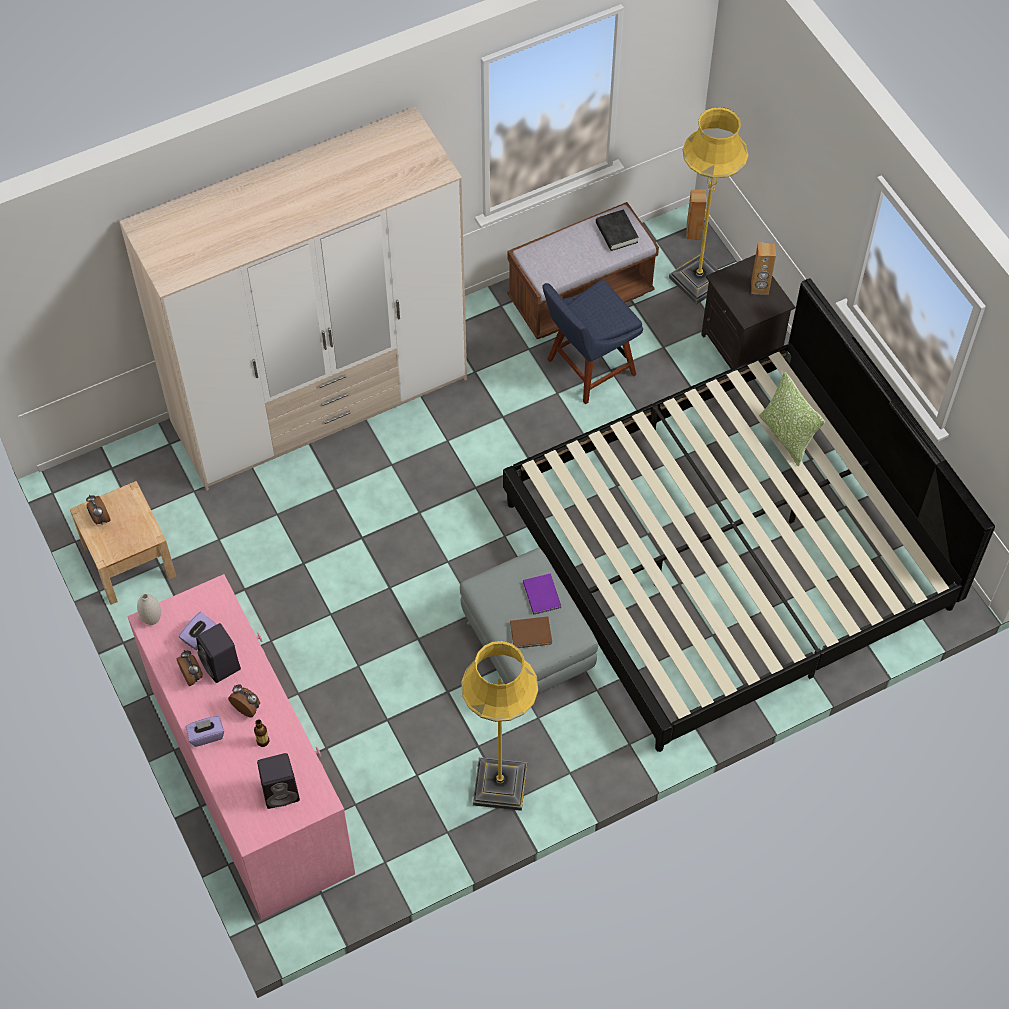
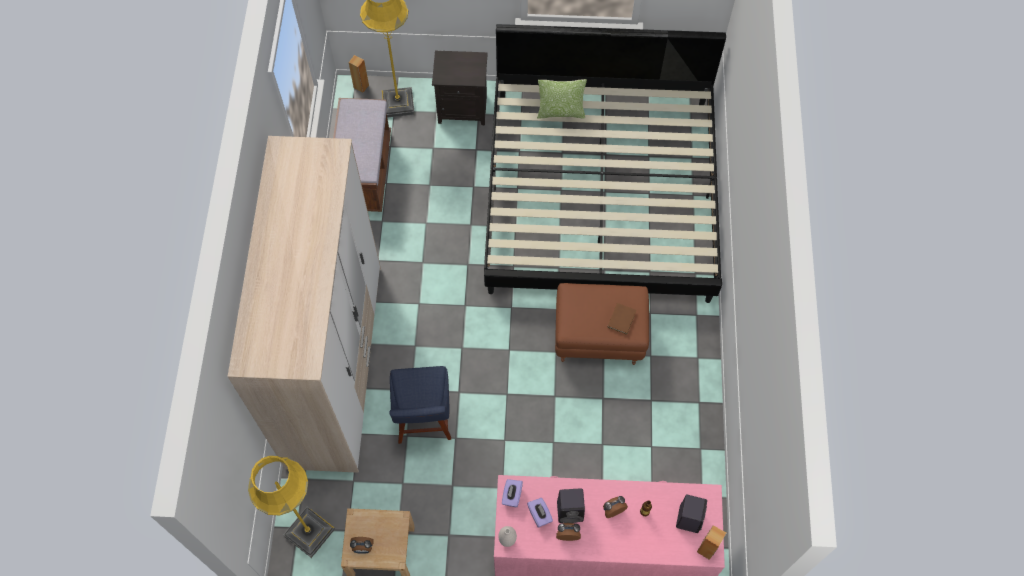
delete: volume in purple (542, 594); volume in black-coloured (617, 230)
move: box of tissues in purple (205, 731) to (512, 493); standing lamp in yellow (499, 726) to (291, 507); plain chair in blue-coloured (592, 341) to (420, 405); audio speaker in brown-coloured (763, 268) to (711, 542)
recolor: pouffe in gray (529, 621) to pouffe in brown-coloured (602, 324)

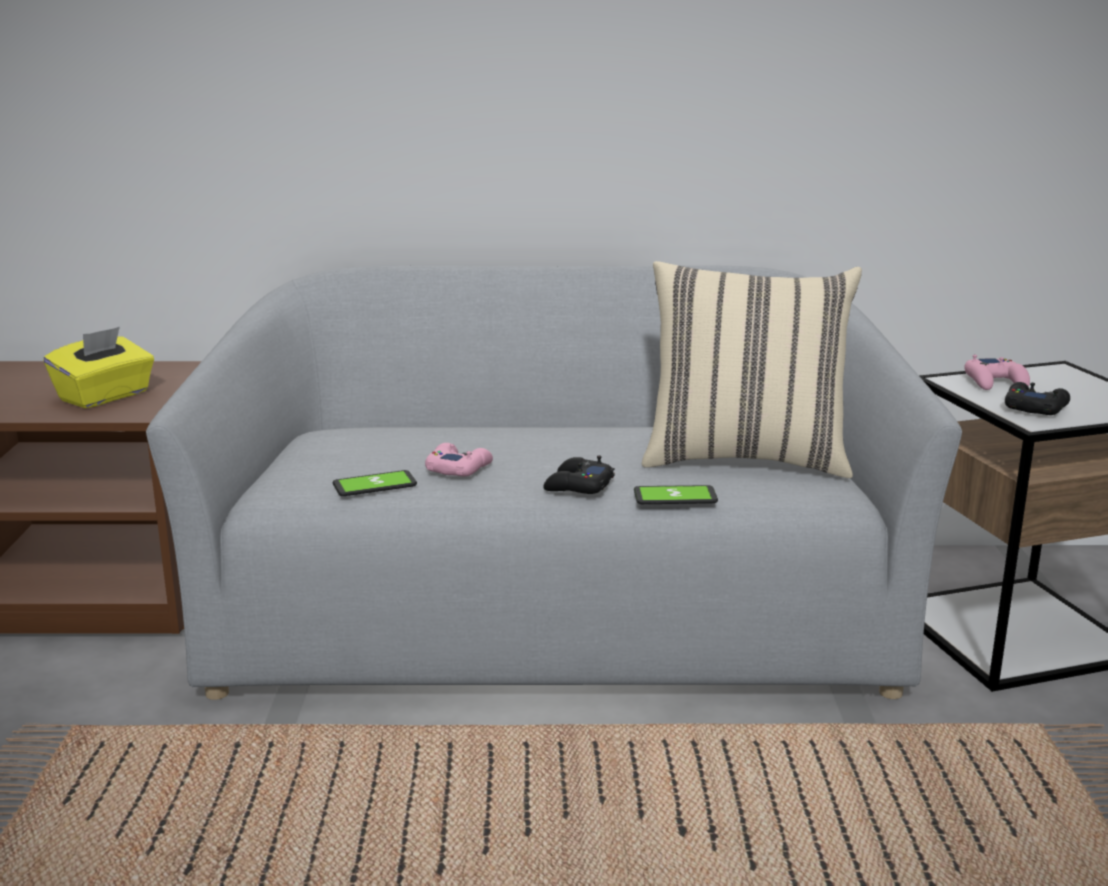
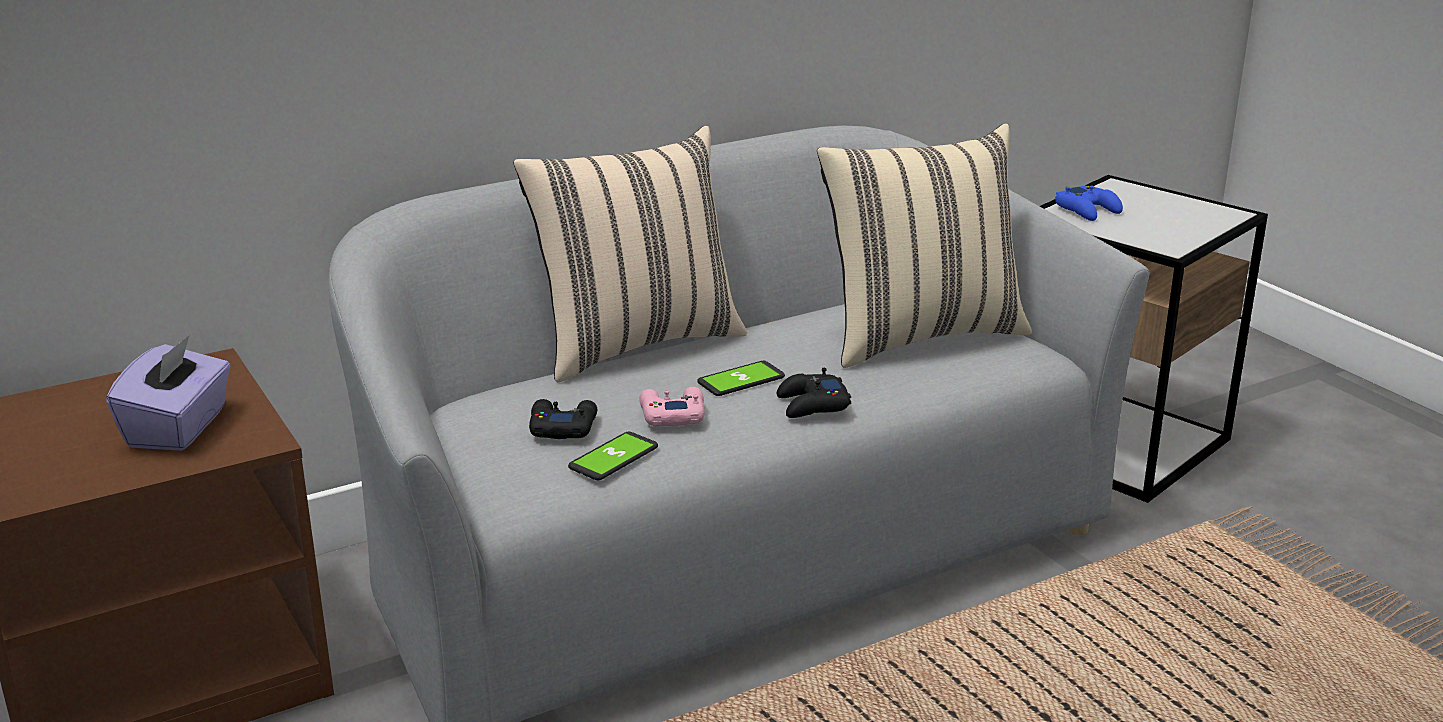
insert: throw pillow in beige (630, 254)
move: handset (676, 494) to (741, 378); joypad in black-coloured (1037, 398) to (563, 419)
recolor: box of tissues in yellow (99, 367) to box of tissues in purple (168, 392); joypad in pinkish (997, 372) to joypad in blue-coloured (1089, 203)

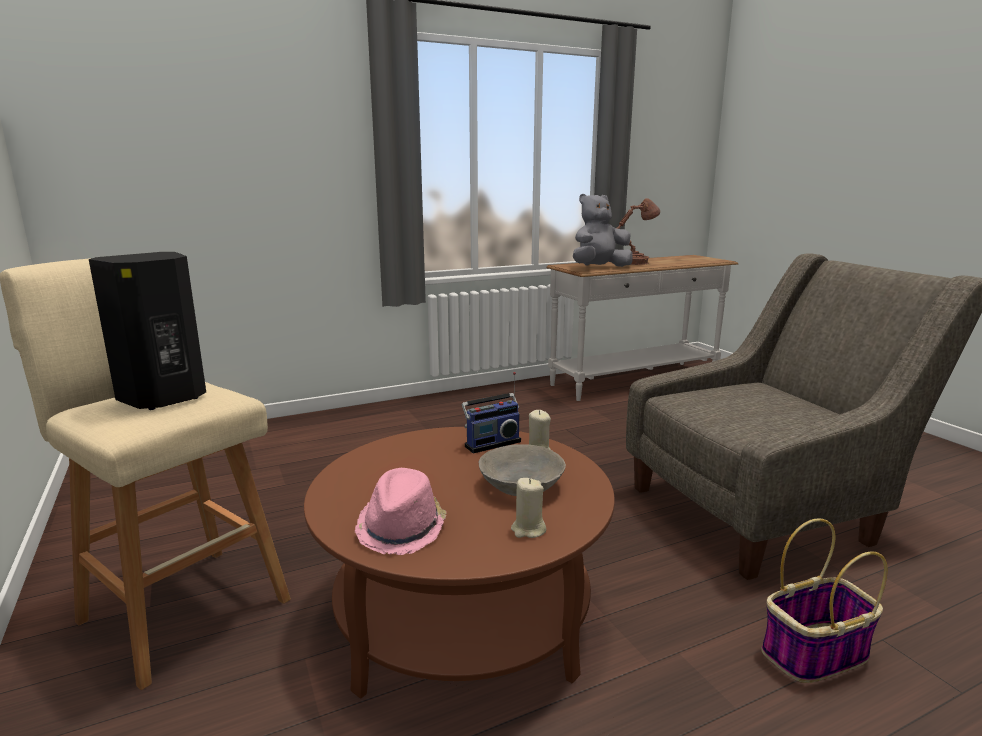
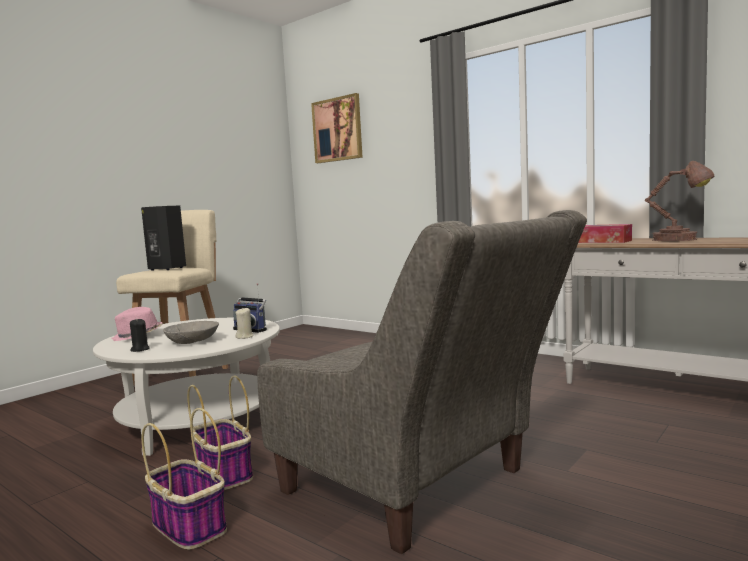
insert: basket (220, 432); picture (337, 128)
replace: plush toy in gray (603, 230) to box of tissues (605, 233)
recolor: lounge table in brown-coloured (459, 563) to lounge table in white-coloured (186, 387); wax candle in beige (528, 508) to wax candle in black-coloured (140, 335)

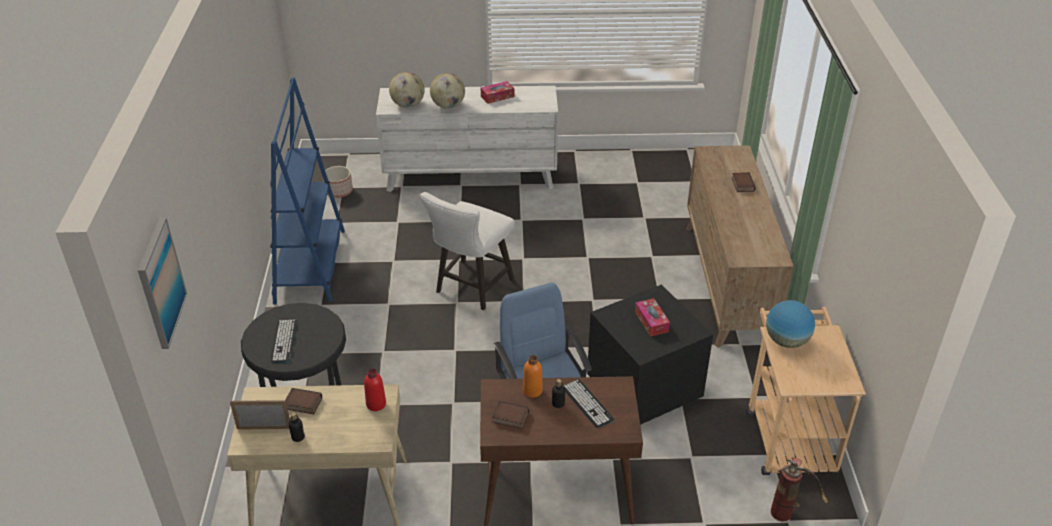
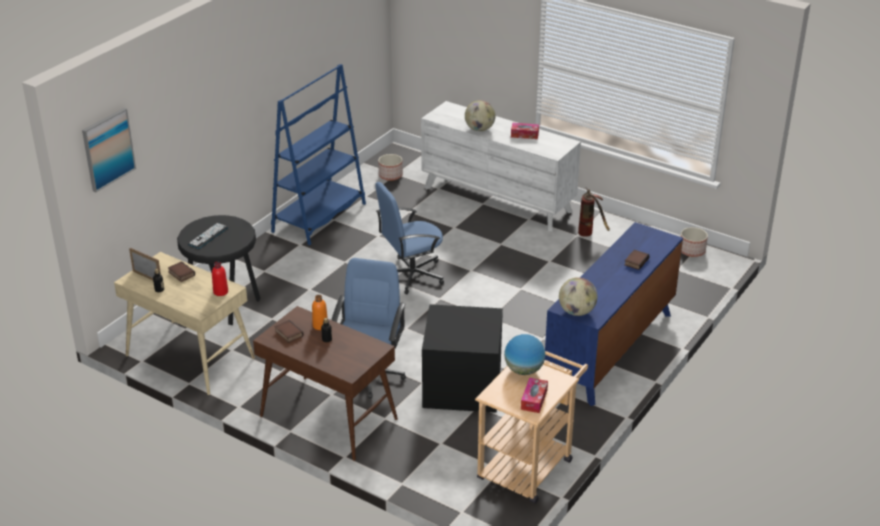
delete: PC keyboard (589, 403)
insert: flower pot (694, 242)
move: desk globe (407, 90) to (578, 296); box of tissues (652, 317) to (534, 395); fire extinguisher (799, 489) to (594, 212)
replace: stool seat in white-coloured (467, 251) to office chair in blue-coloured (409, 238)
recolor: dresser in brown-coloured (740, 246) to dresser in blue-coloured (614, 314)

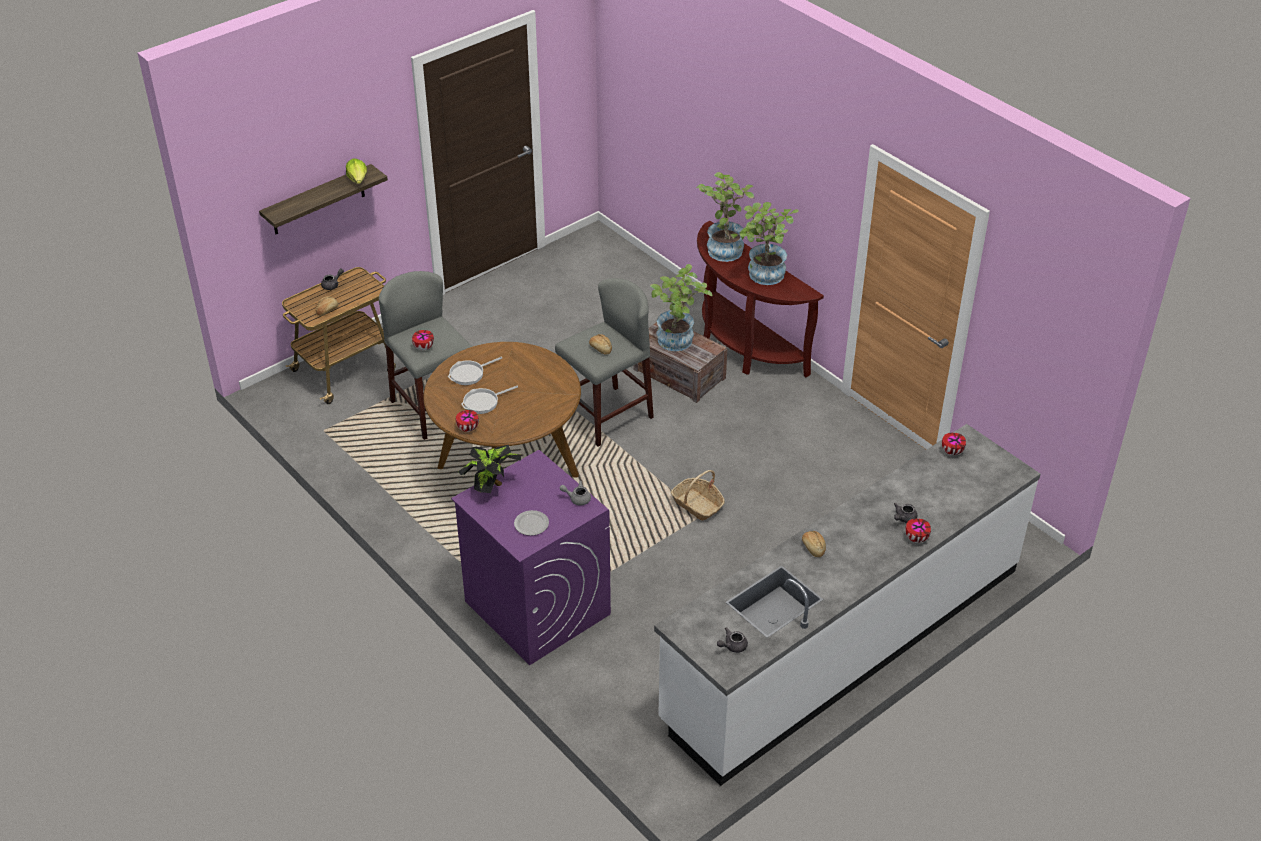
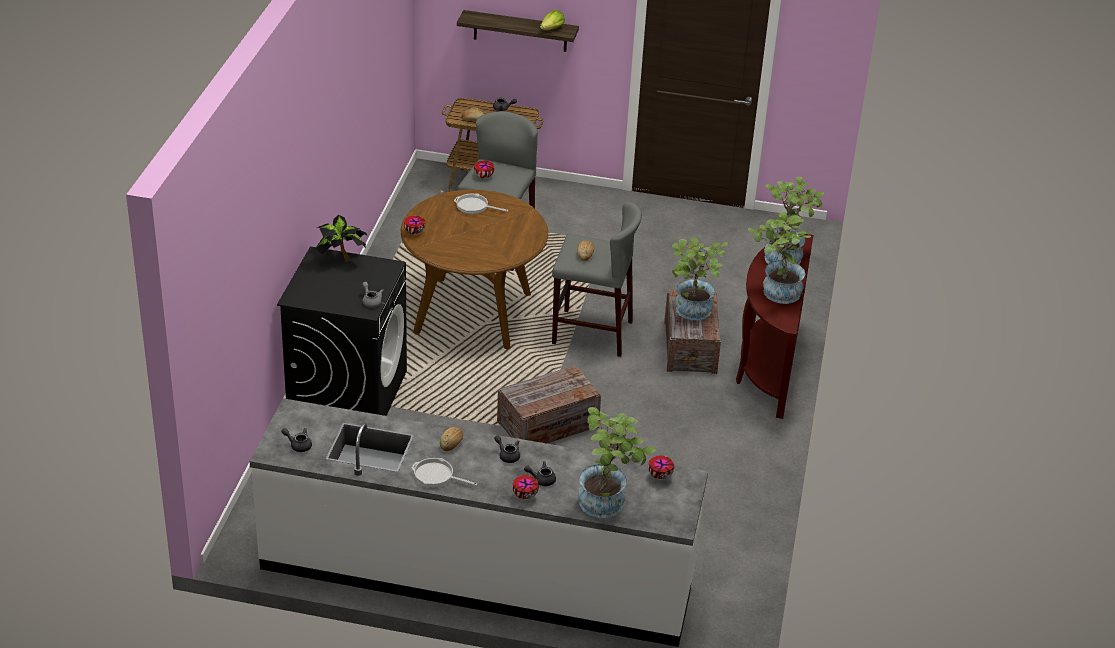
delete: plate (531, 523)
insert: pot for tea in gray (507, 449); plant in a pot (617, 462)
move: frying pan (489, 400) to (445, 472)
replace: basket (698, 495) to packing crate (549, 404)
recolor: washing machine in purple (531, 557) to washing machine in black-coloured (342, 331)

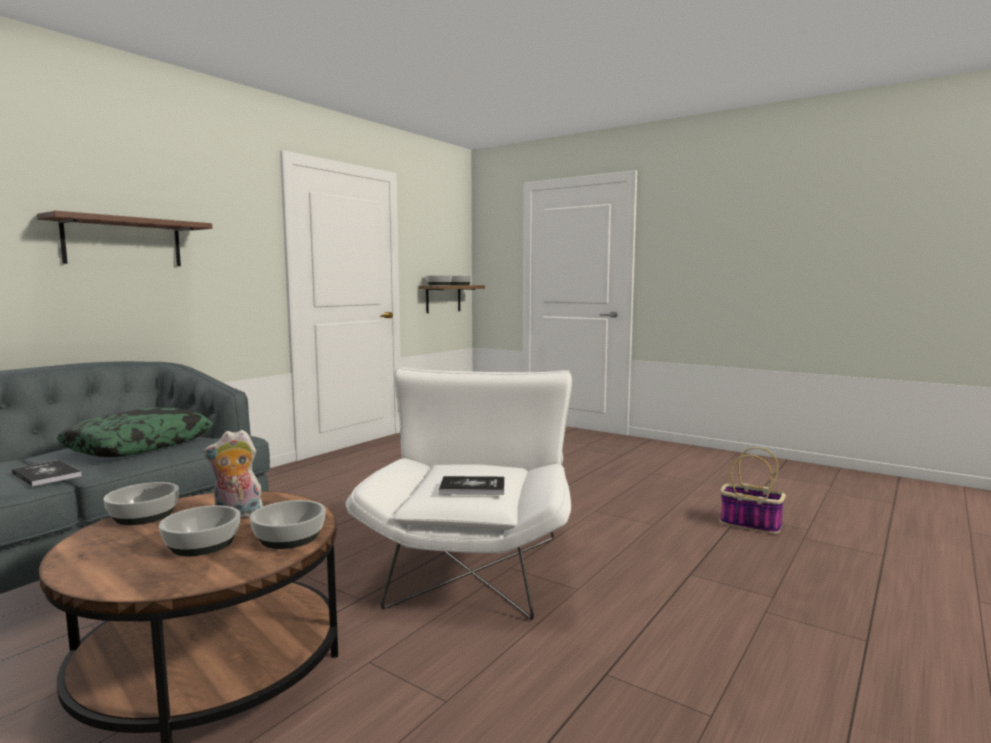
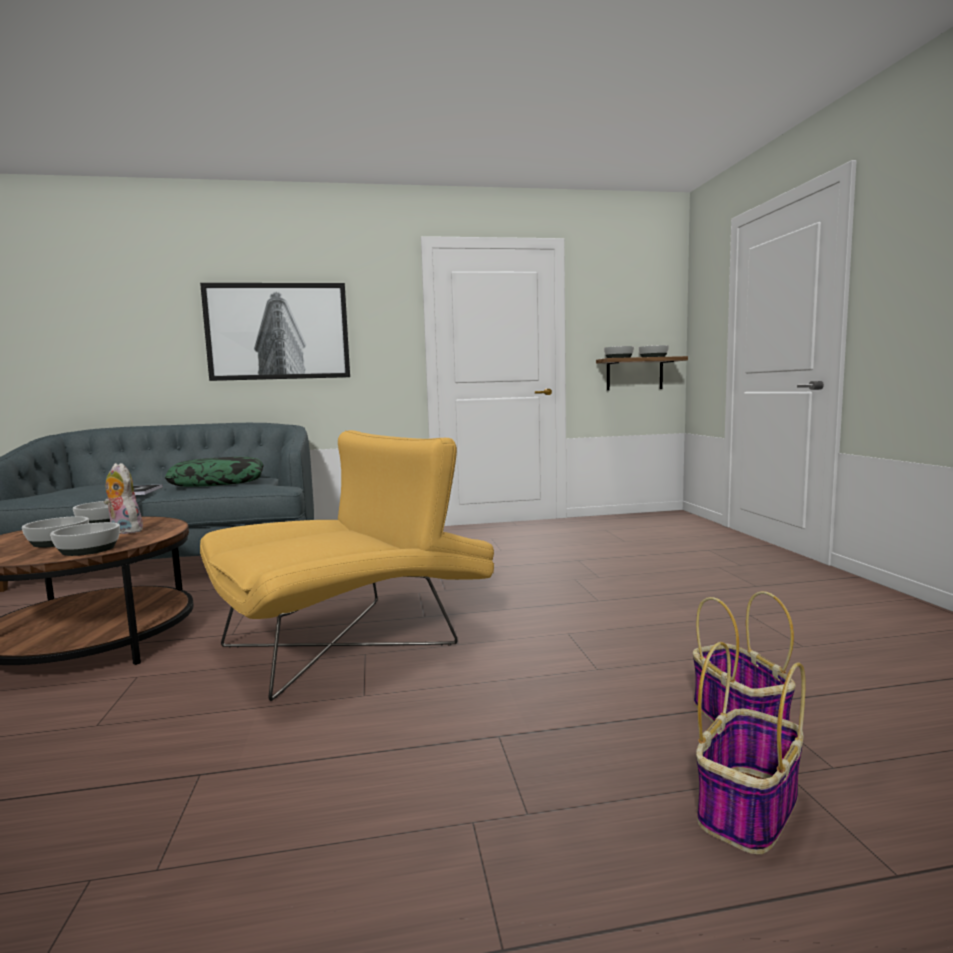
delete: volume (472, 485)
insert: basket (751, 748)
replace: wall shelf in brown-coloured (124, 238) to picture (275, 332)
recolor: armchair in white-coloured (459, 493) to armchair in yellow (347, 565)

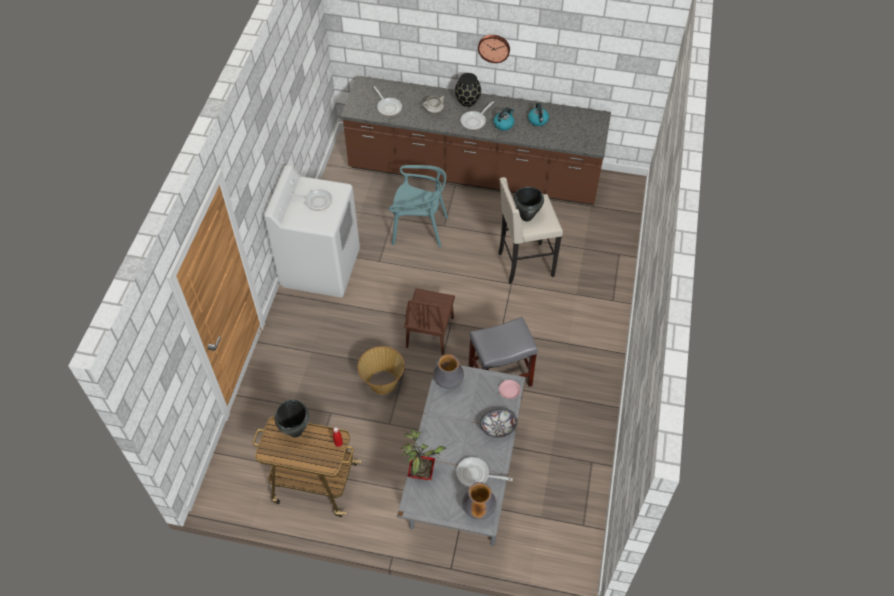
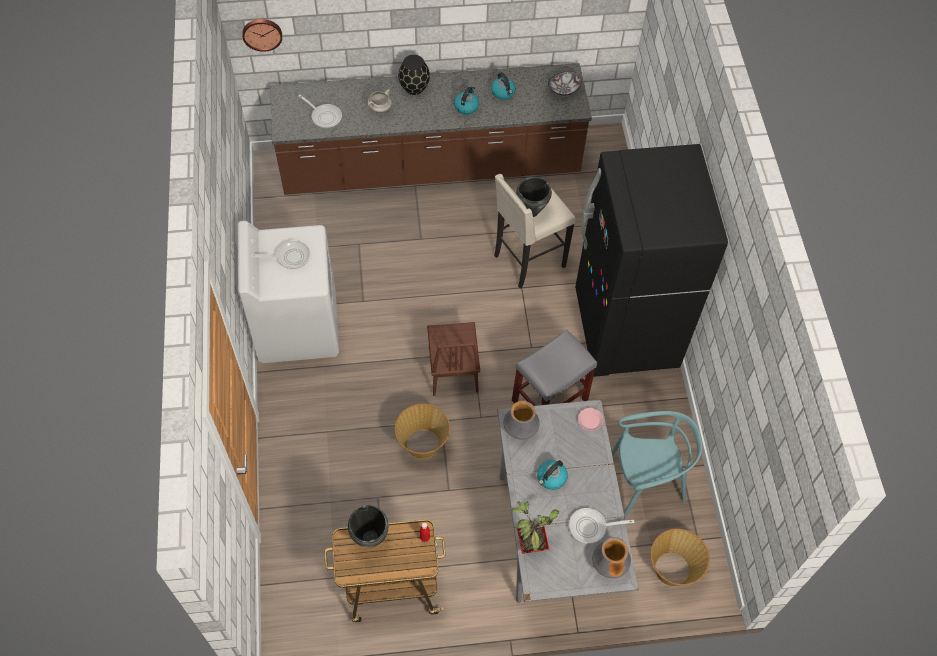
delete: frying pan (477, 115)
insert: tea kettle (552, 475); kitchen fridge in black-coloured (651, 260); basket (680, 557)
move: plain chair in turquoise-coloured (418, 206) to (657, 464); clock on the wall (494, 49) to (262, 35); serving bowl (498, 423) to (565, 83)

